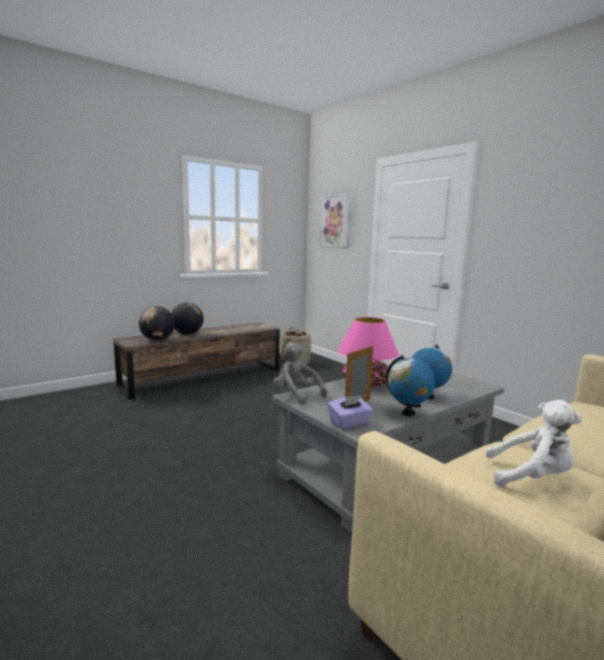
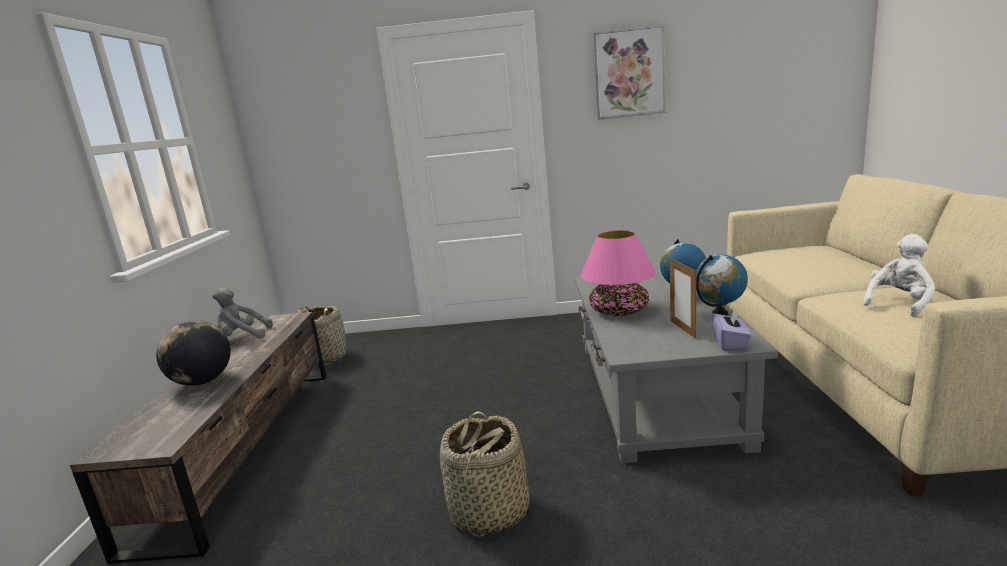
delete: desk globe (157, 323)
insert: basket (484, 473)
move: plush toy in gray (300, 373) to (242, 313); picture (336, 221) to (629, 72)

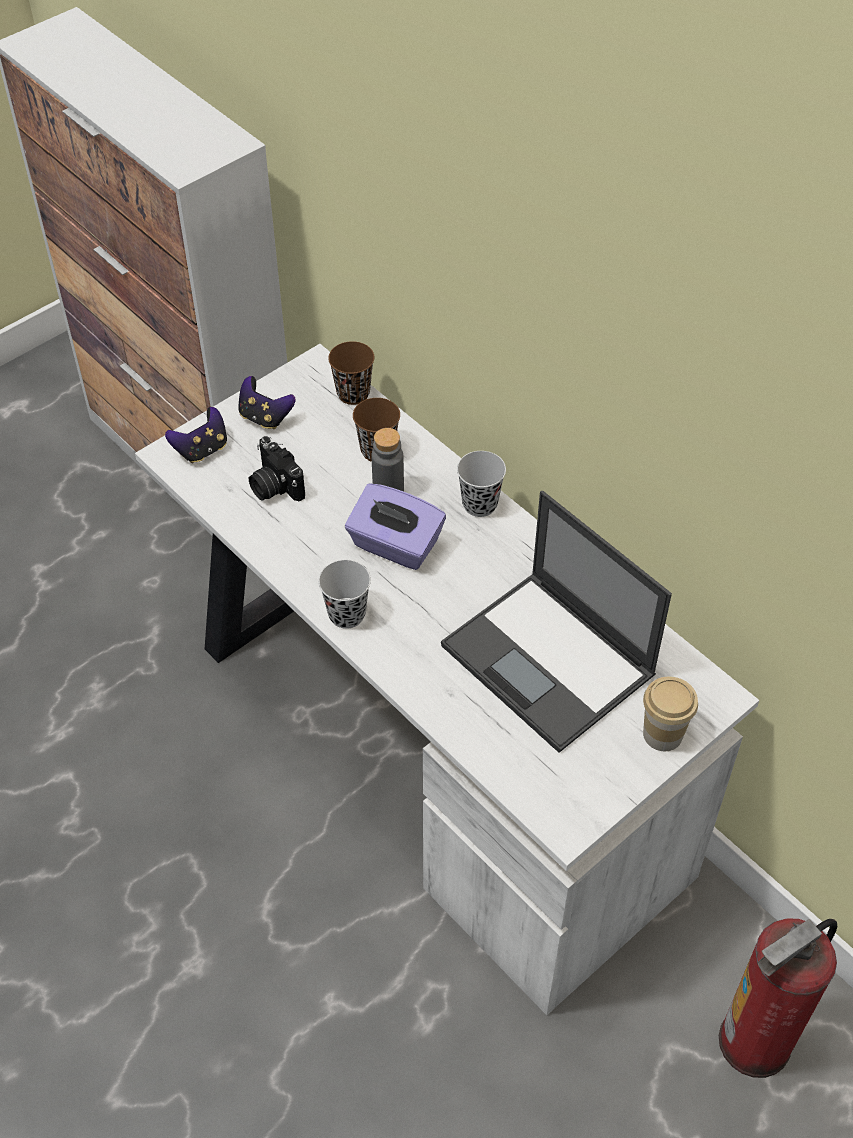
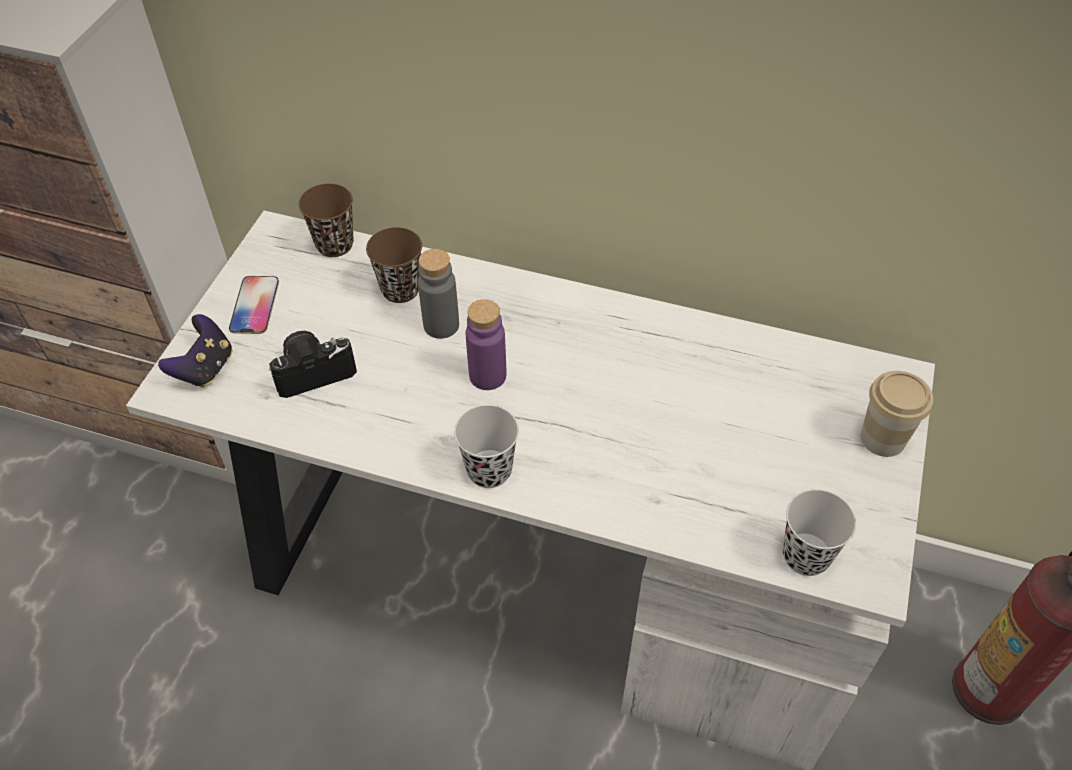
delete: portable computer (556, 622)
move: small cup in black-coloured (481, 484) to (819, 532)
replace: joypad (267, 402) to handset (254, 305); box of tissues in purple (395, 526) to bottle in purple (486, 344)
rotate: still camera (277, 469) = (313, 364) 135 degrees clockwise

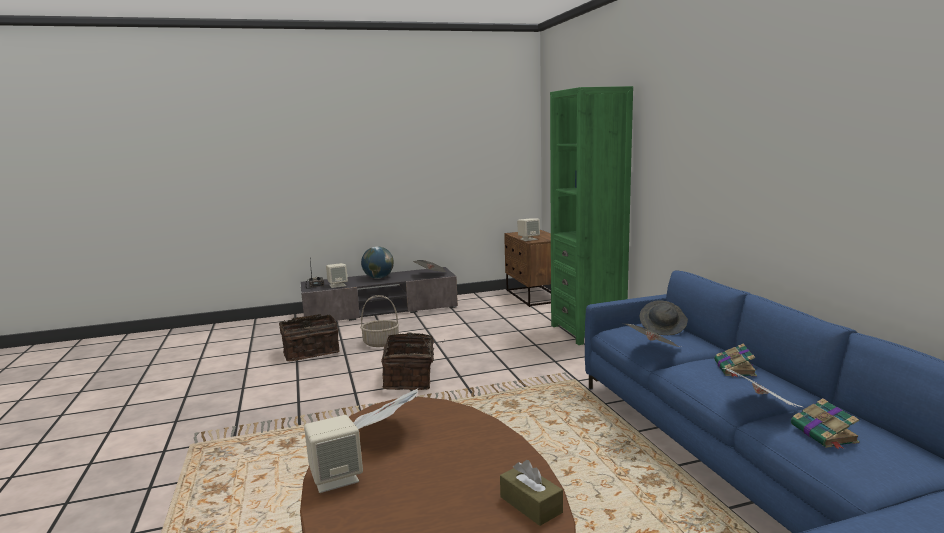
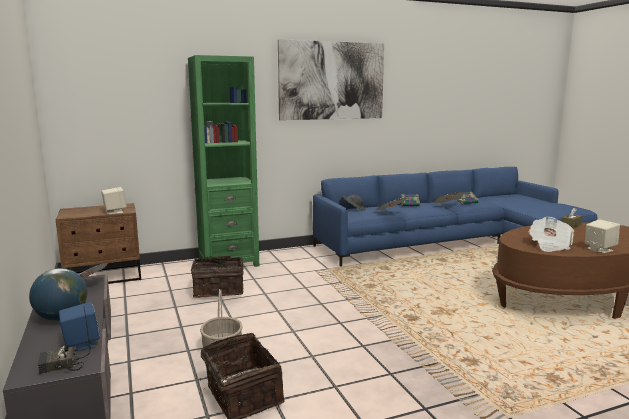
insert: picture (331, 79)
move: basket (413, 361) to (217, 277)
recolor: audio speaker in beige (337, 275) to audio speaker in blue-coloured (79, 327)

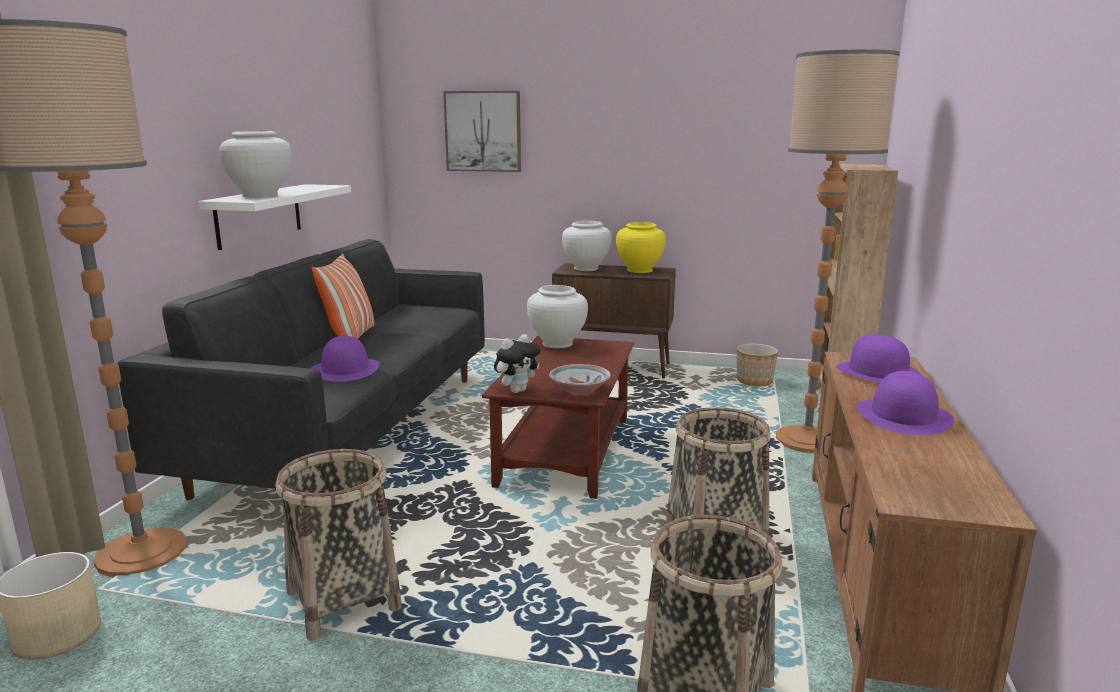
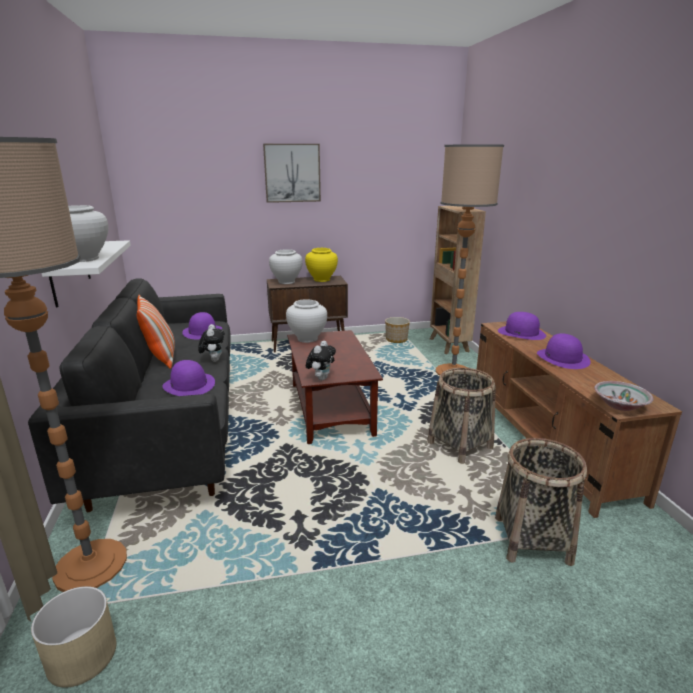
delete: basket (339, 545)
insert: wearable hat in purple (202, 325); plush toy (211, 343)
move: picture (482, 131) to (292, 173); serving bowl (580, 379) to (623, 396)

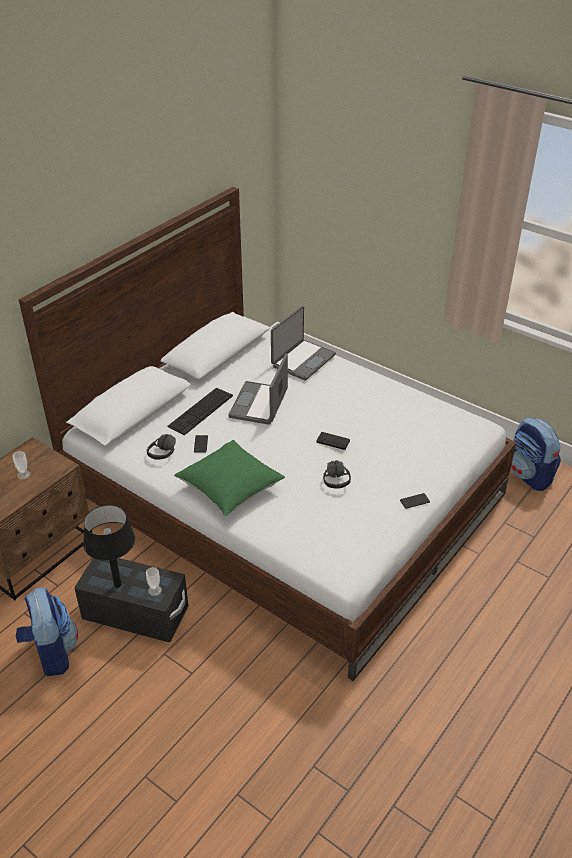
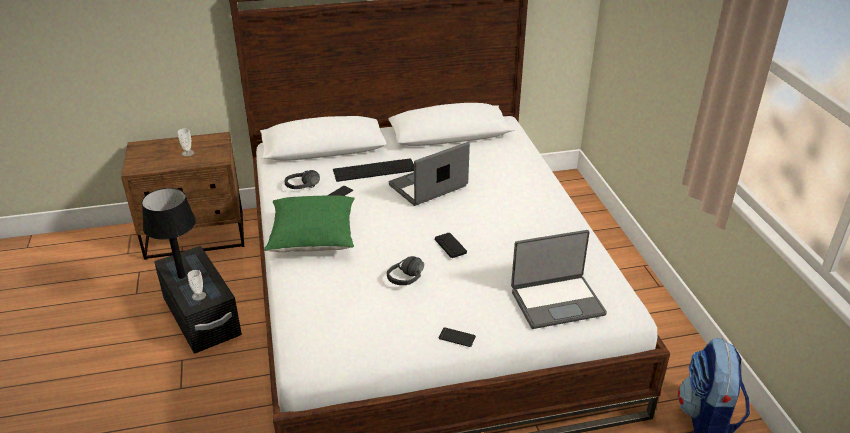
delete: knapsack (47, 631)
move: portable computer (303, 343) to (559, 279)

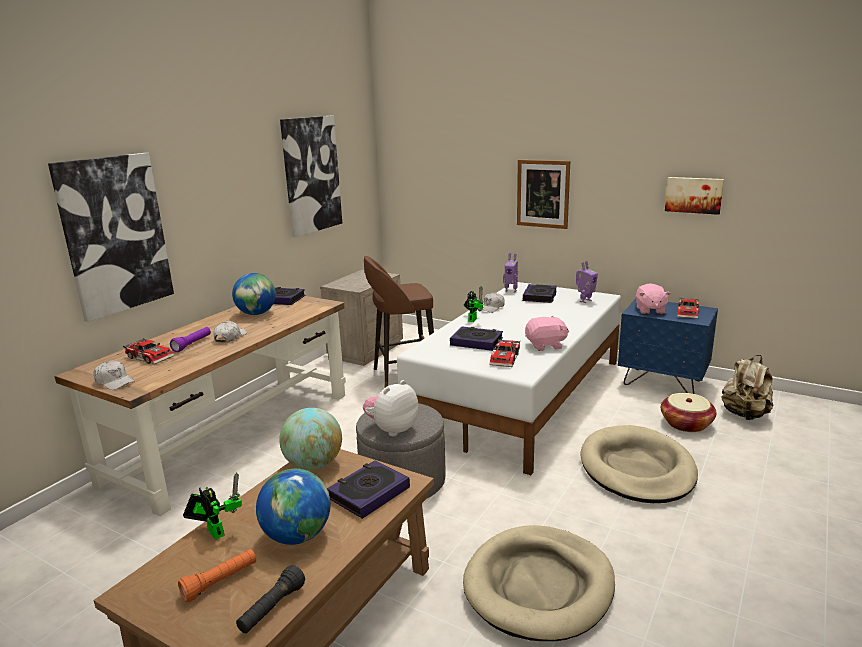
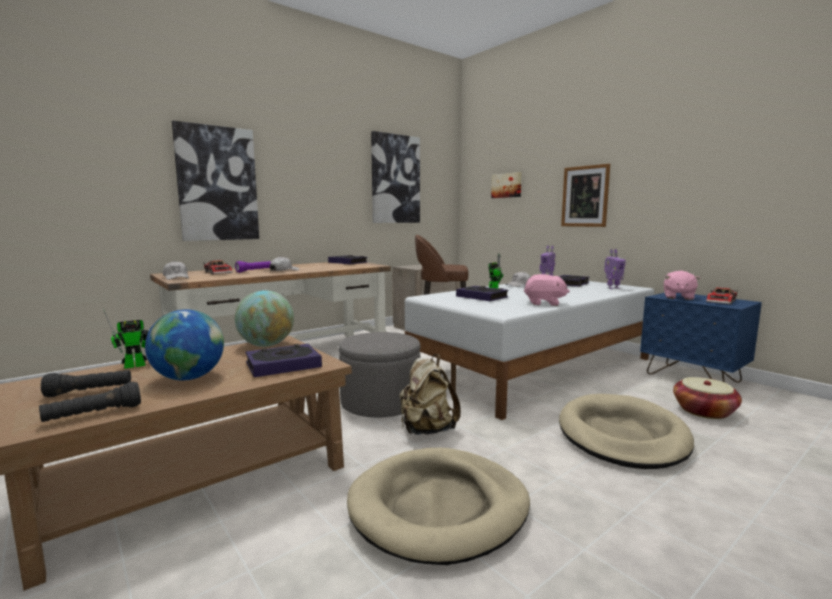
delete: desk globe (254, 294); plush toy (391, 408); miniature car (504, 353)
move: picture (694, 196) to (506, 185); knapsack in beige (747, 387) to (430, 394)
recolor: torch in orange (217, 575) to torch in black-coloured (86, 383)
rotate: model robot (212, 506) = (127, 338) 75 degrees clockwise

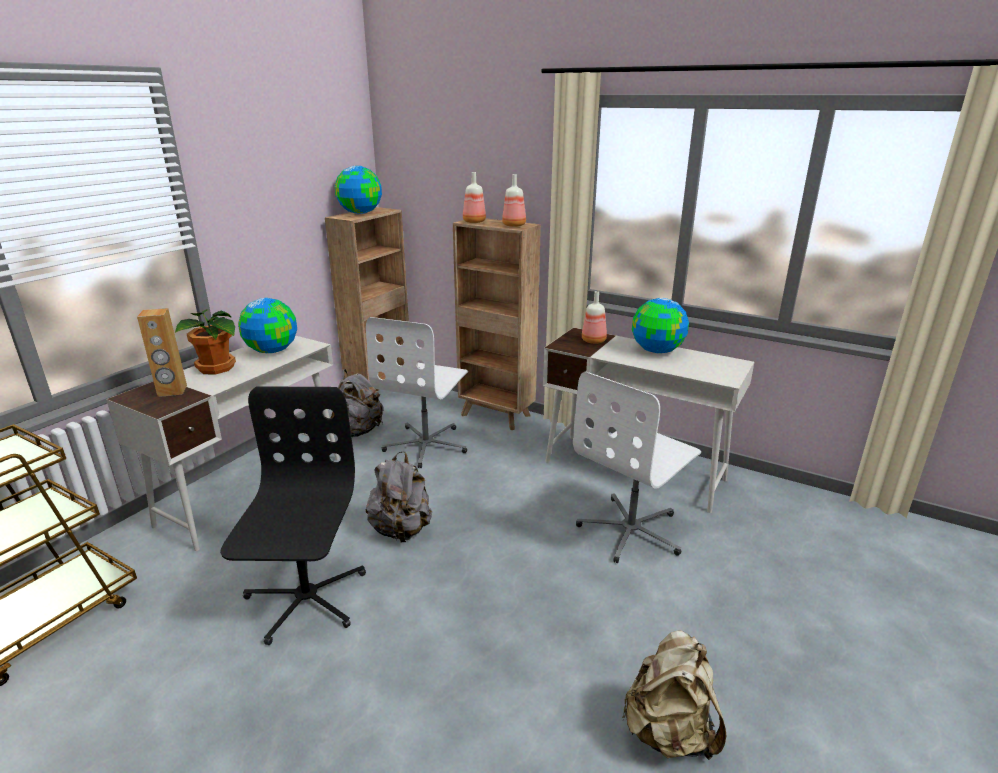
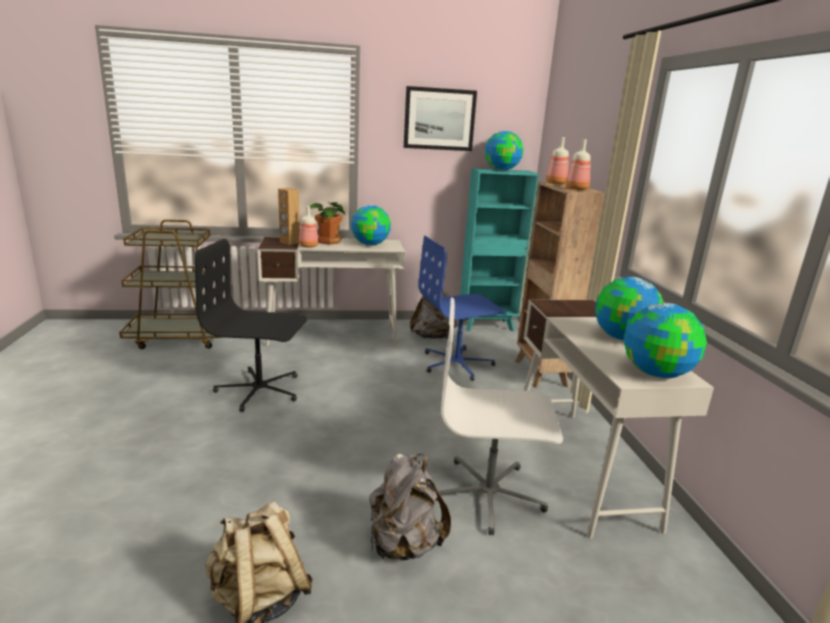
insert: picture (440, 118); desk globe (665, 340)
move: knapsack in gray (399, 497) to (410, 507); bottle (594, 317) to (309, 227)
recolor: bookshelf in brown-coloured (367, 299) to bookshelf in turquoise-coloured (499, 249); office chair in white-coloured (417, 392) to office chair in blue-coloured (463, 308)
rotate: office chair in black-coloured (293, 515) = (251, 325) 135 degrees counterclockwise

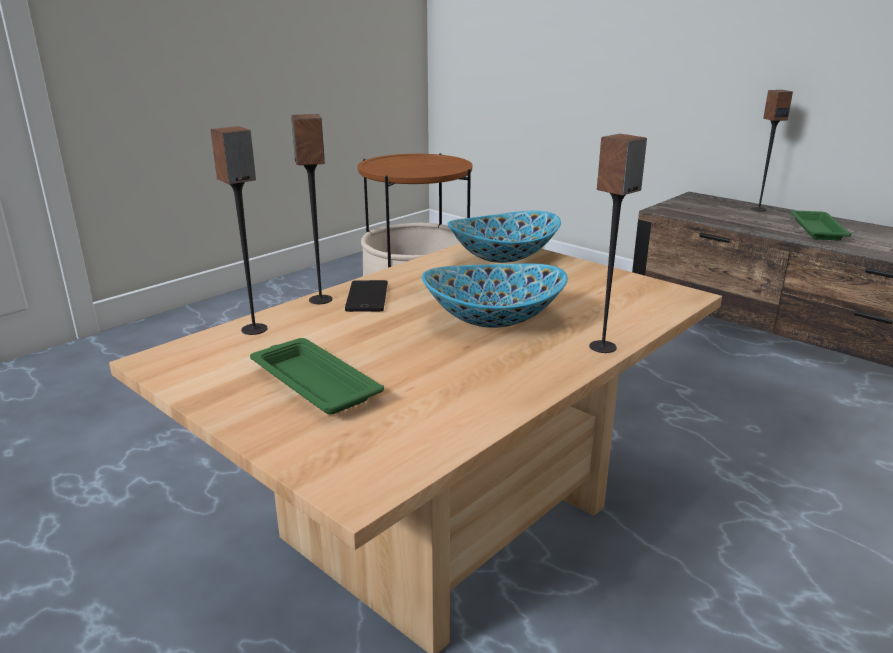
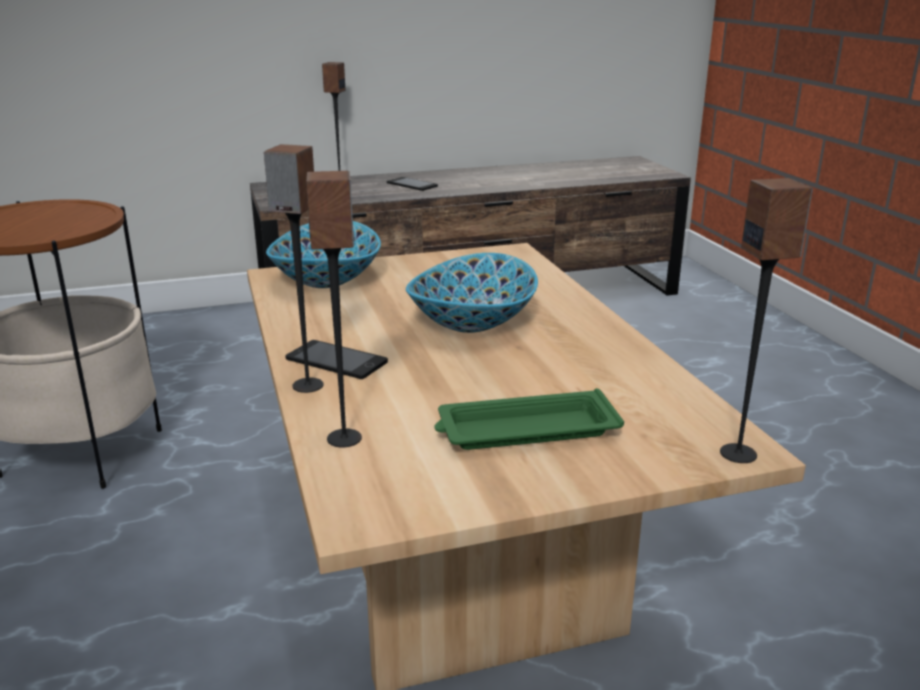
move: audio speaker (618, 243) to (766, 320)
replace: tray in greenish (821, 225) to handset (412, 184)

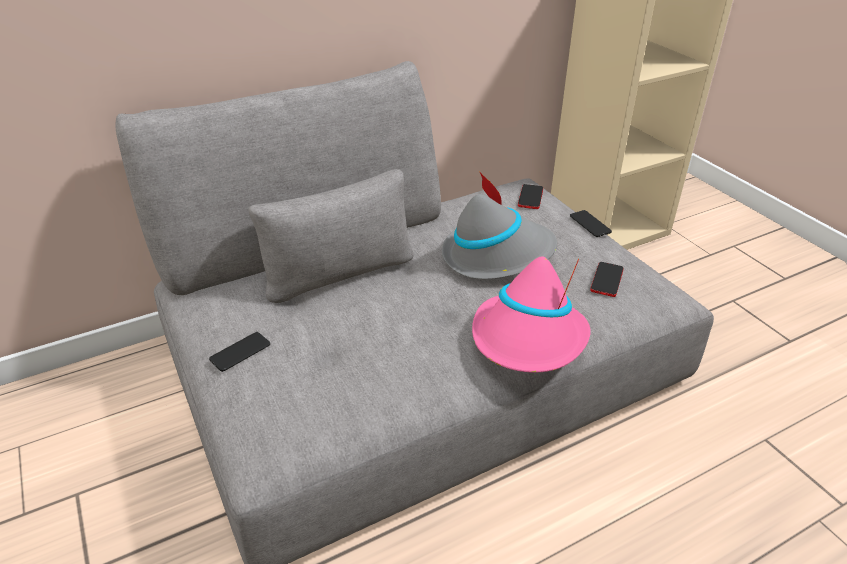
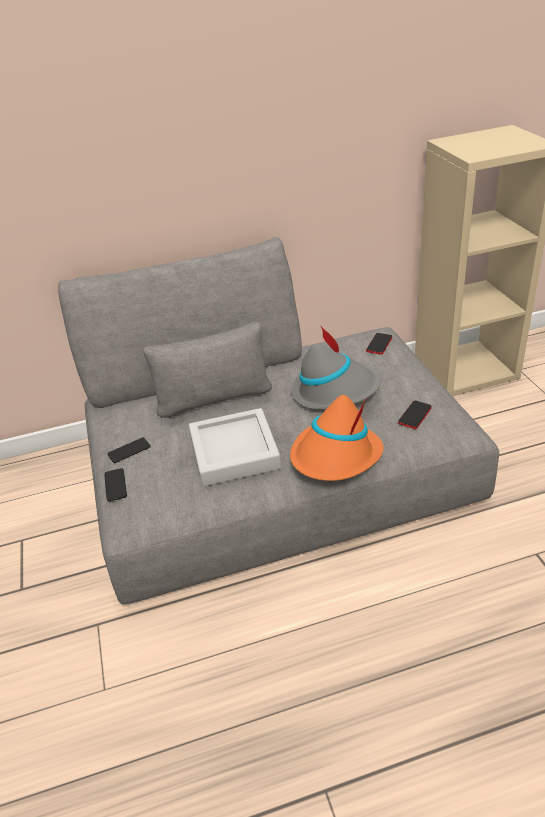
insert: tray in gray (235, 447)
move: handset (591, 223) to (115, 484)
recolor: wearable hat in pinkish (531, 314) to wearable hat in orange (337, 438)

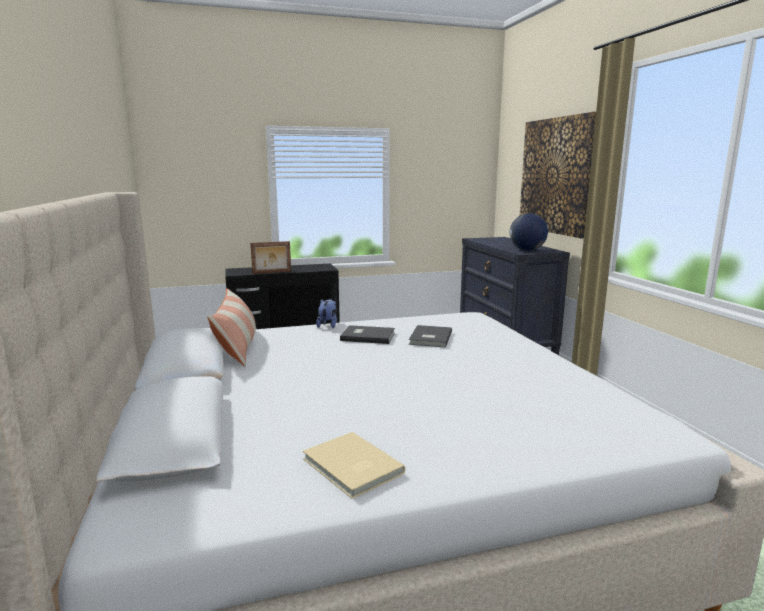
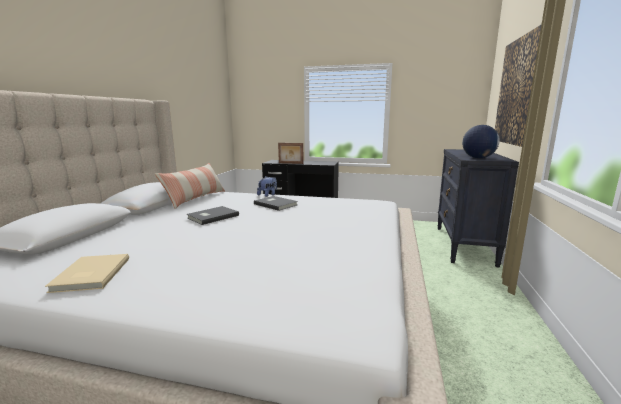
move: volume in gray (430, 336) to (213, 215)

